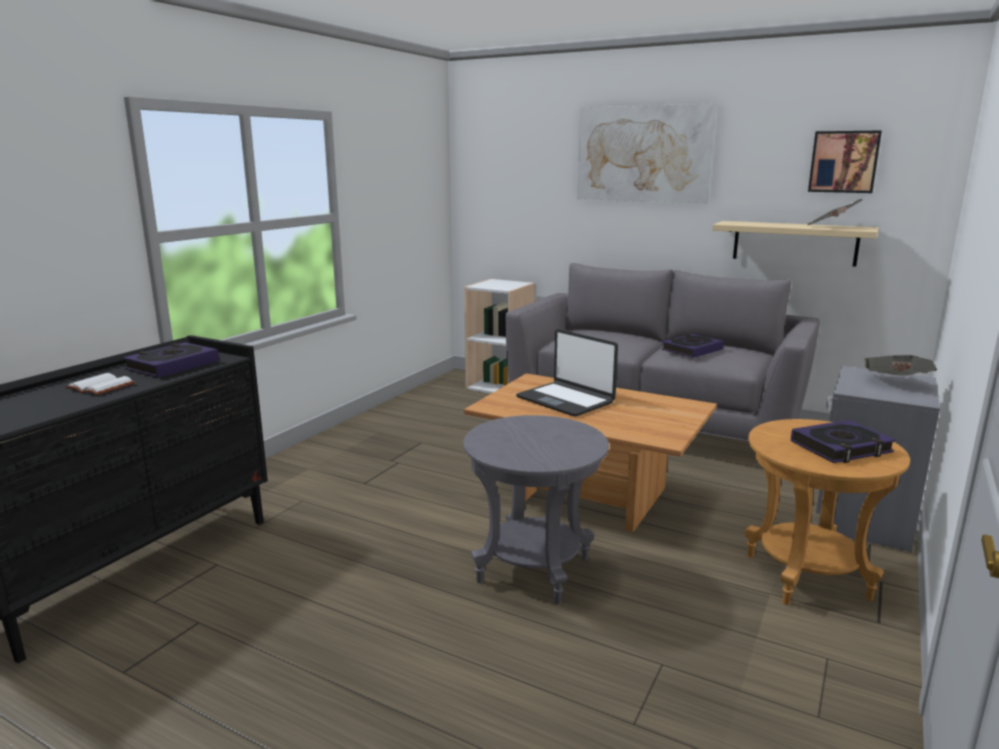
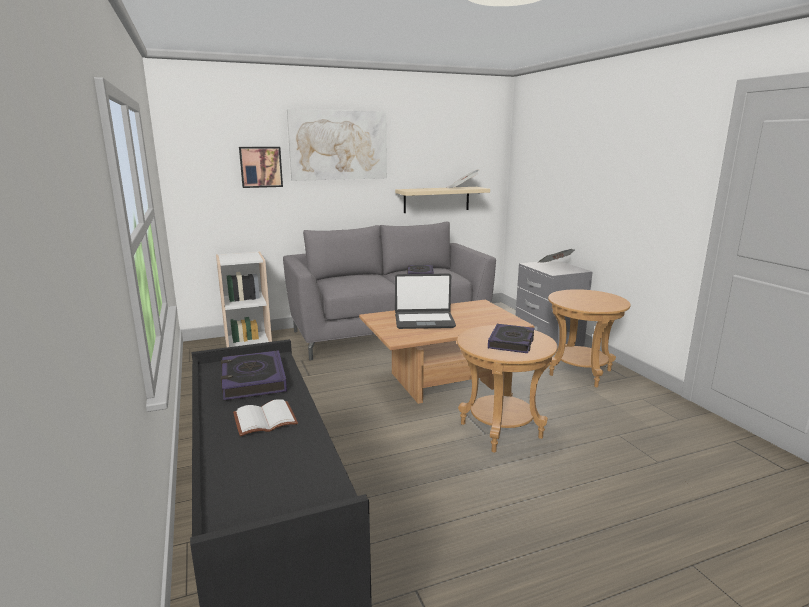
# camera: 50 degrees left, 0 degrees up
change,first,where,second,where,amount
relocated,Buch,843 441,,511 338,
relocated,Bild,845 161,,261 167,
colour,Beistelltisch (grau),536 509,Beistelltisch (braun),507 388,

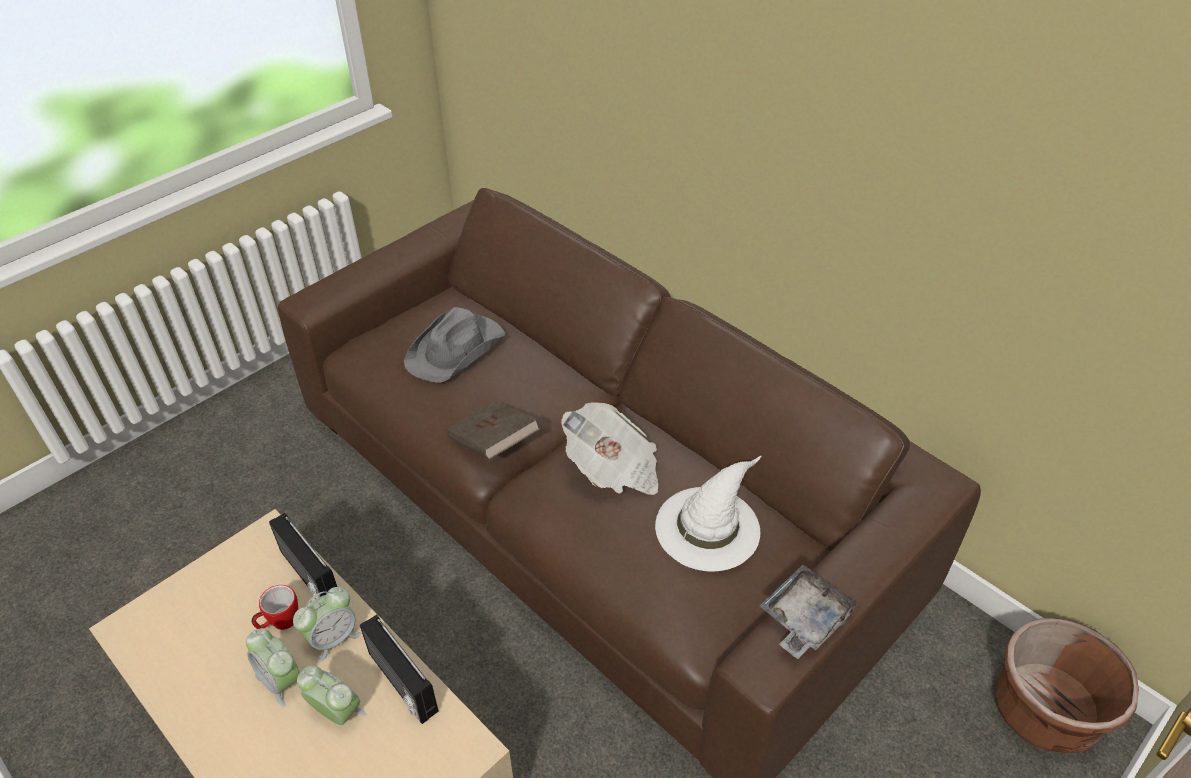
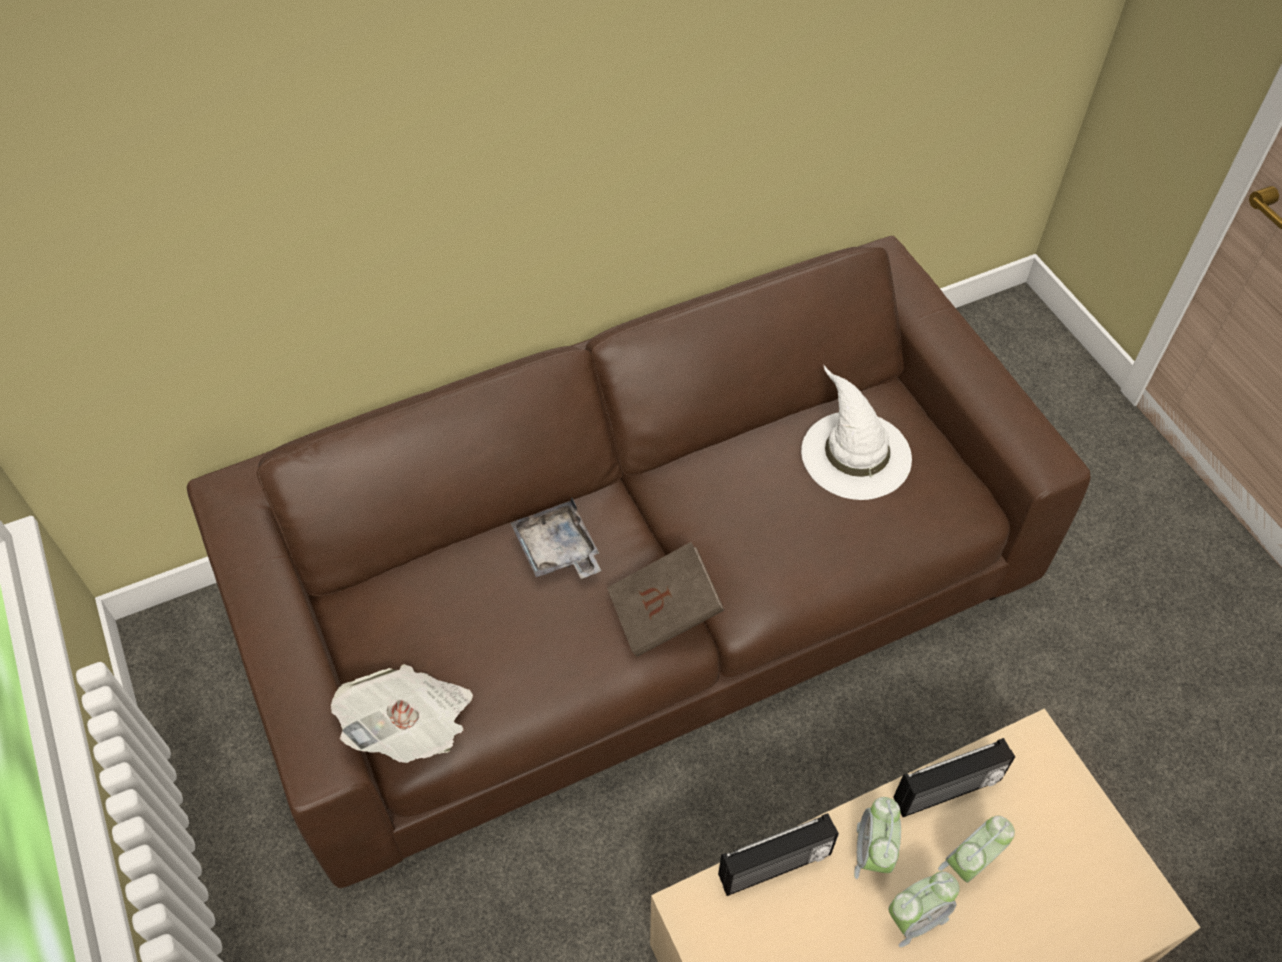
# camera: 70 degrees left, 10 degrees up
change,first,where,second,where,amount
missing,Henkelbecher,275 607,,,
missing,Hut (grau),454 345,,,
missing,Pflanzkübel (braun),1067 685,,,
relocated,Zeitung,609 448,,402 713,
relocated,Tablett (grau),810 611,,556 538,
spun,Wecker,327 624,,877 838,150 degrees counterclockwise

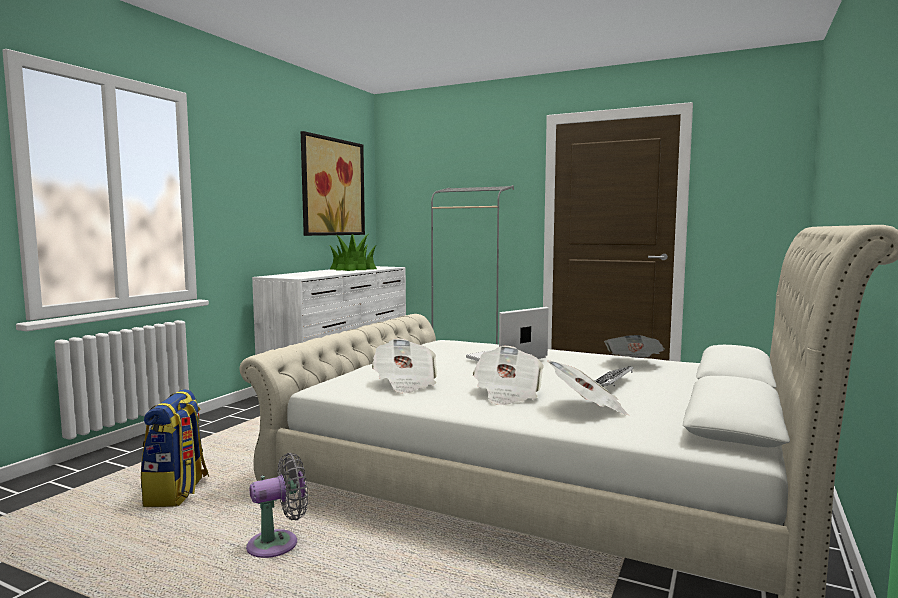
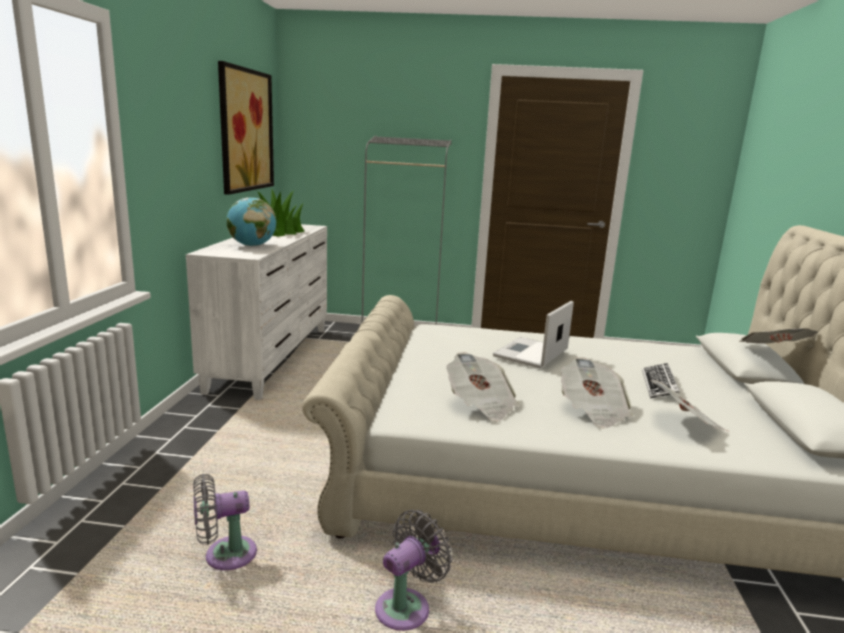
# camera: 20 degrees left, 10 degrees up
change,first,where,second,where,amount
appeared,,,Globus,251 221,
relocated,Zeitung,634 346,,779 336,
exchanged,Rucksack,175 448,Ventilator (grau),225 522,

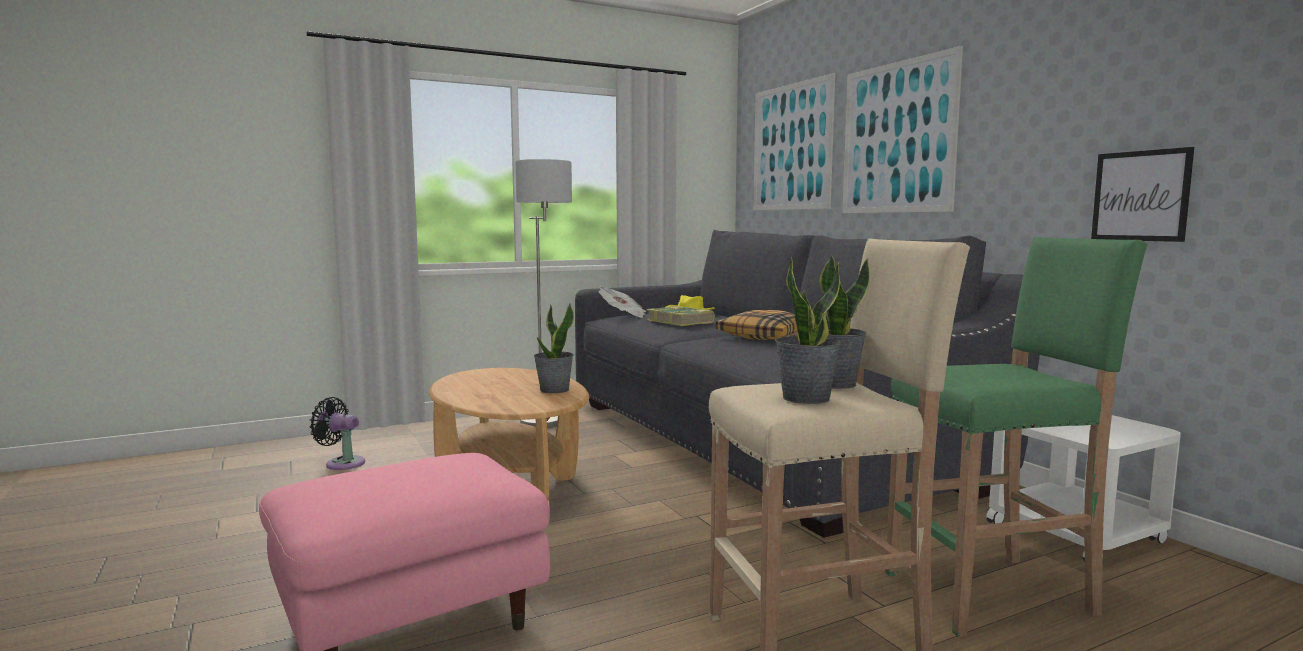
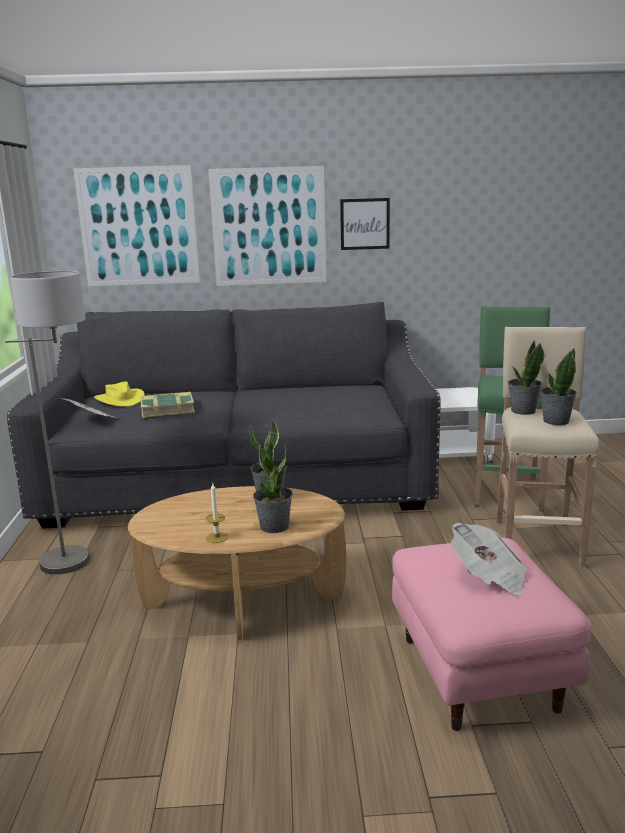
# camera: 65 degrees left, 10 degrees up
change,first,where,second,where,amount
missing,Ventilator (schwarz),337 433,,,
missing,Kissen,757 325,,,
appeared,,,Kerze,217 513,
appeared,,,Topfpflanze,273 488,
appeared,,,Zeitung,489 559,
relocated,Bild,1142 194,,365 224,

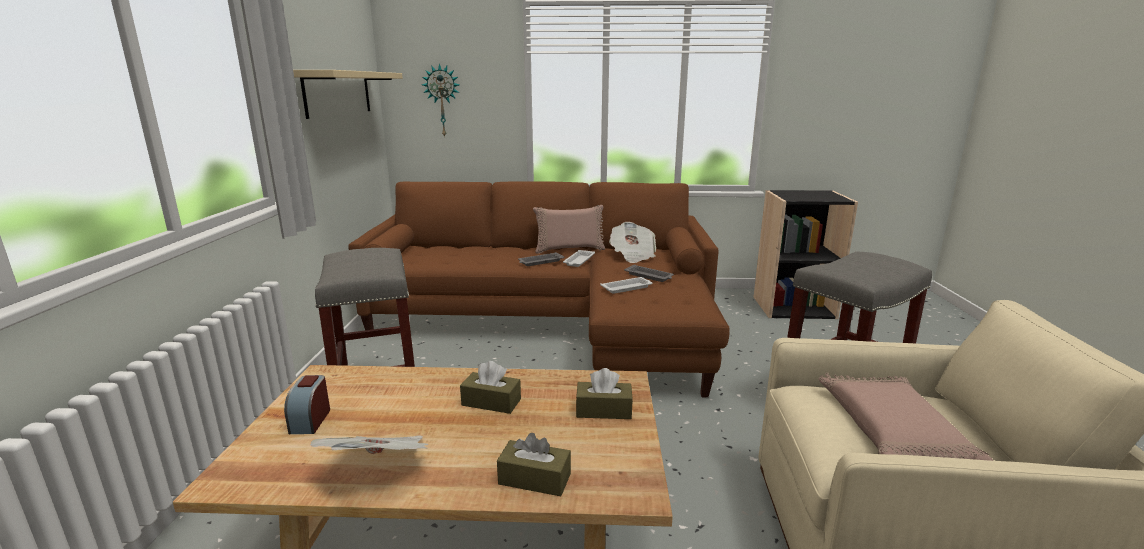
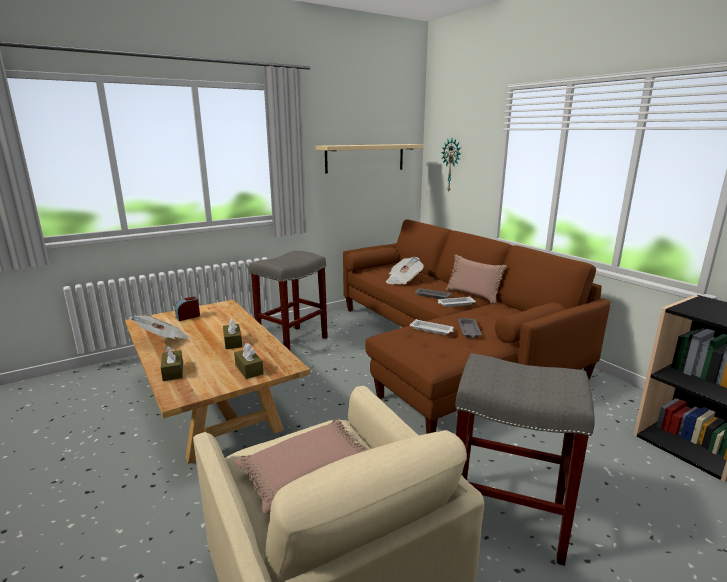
# camera: 55 degrees right, 0 degrees up
change,first,where,second,where,amount
relocated,Zeitung,632 242,,405 271,

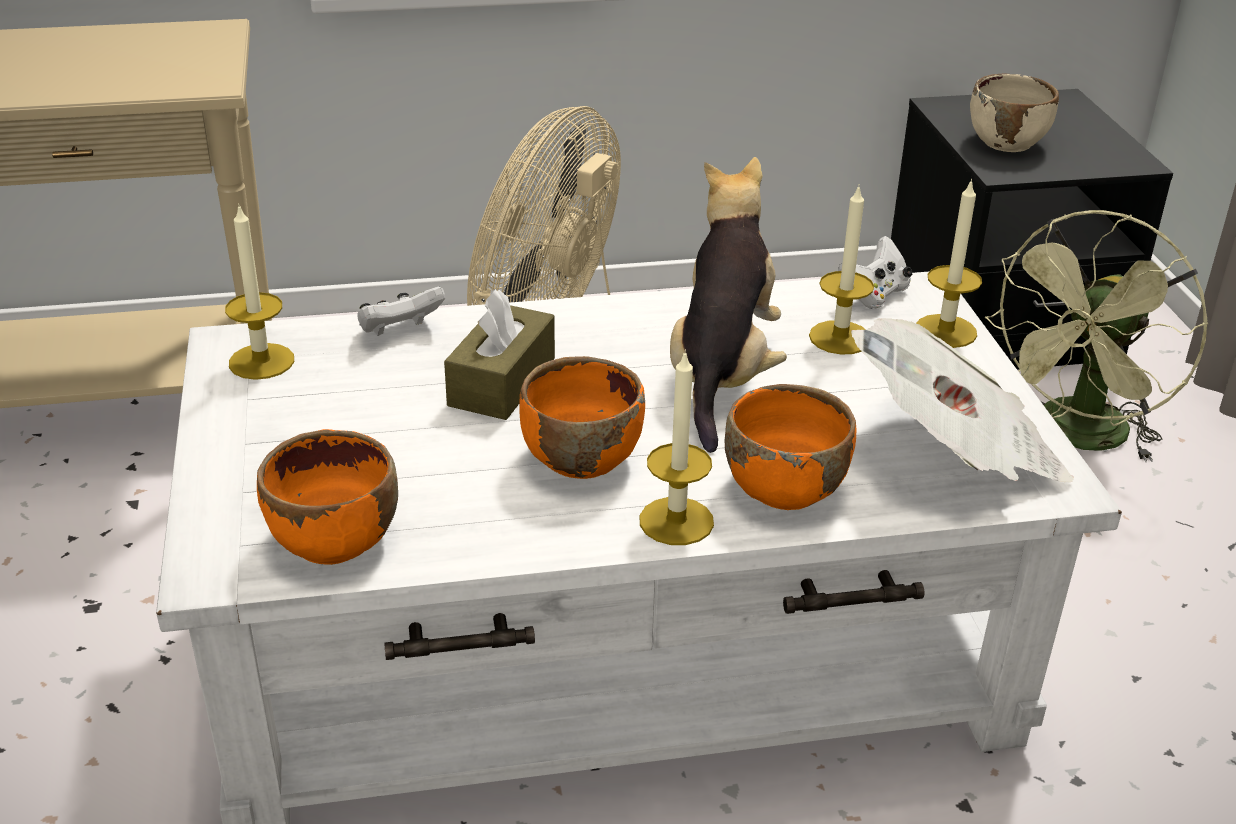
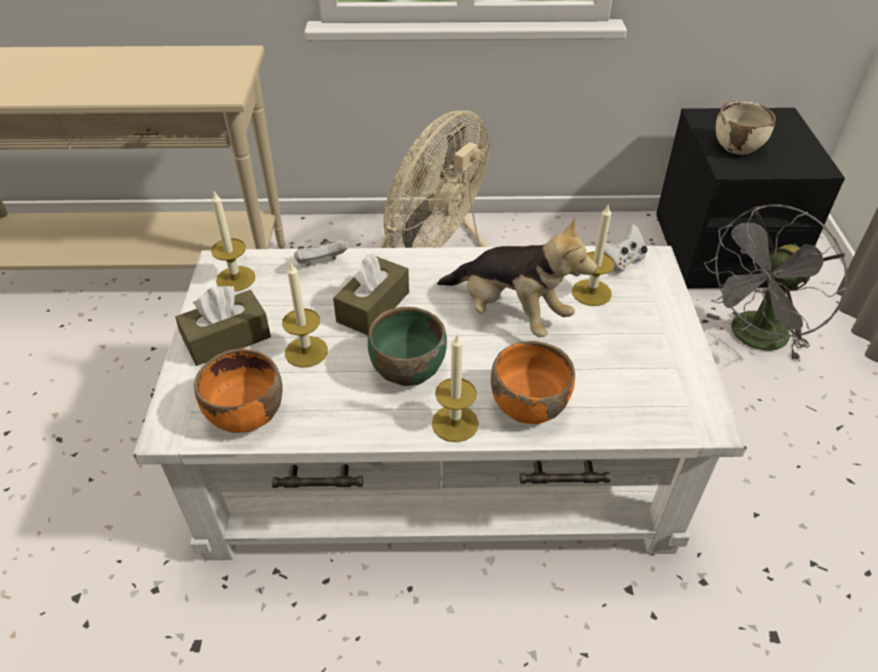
# camera: 10 degrees right, 10 degrees up
change,first,where,second,where,amount
missing,Zeitung,962 400,,,
appeared,,,Taschentuchbox (braun),223 326,
relocated,Kerze,949 263,,305 314,
colour,Schüssel (orange),582 417,Schüssel (grün),407 346,
colour,Ventilator (grün),1096 336,Ventilator (grau),775 283,
spun,Plüschtier,728 305,,517 277,105 degrees clockwise

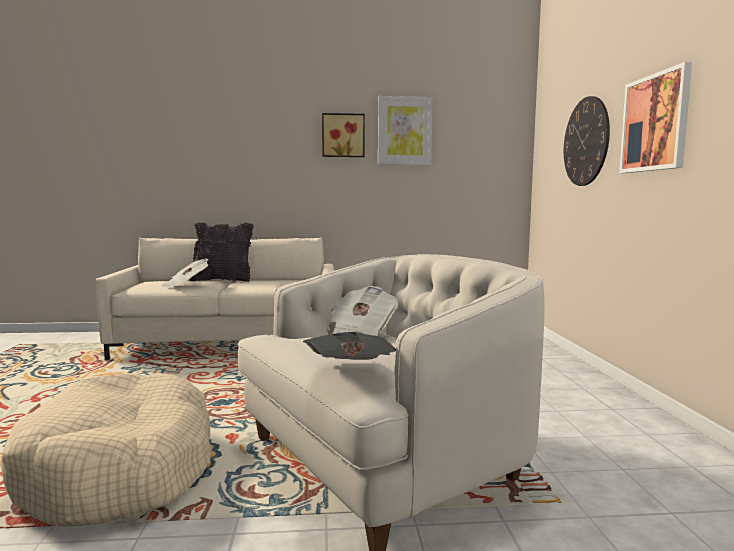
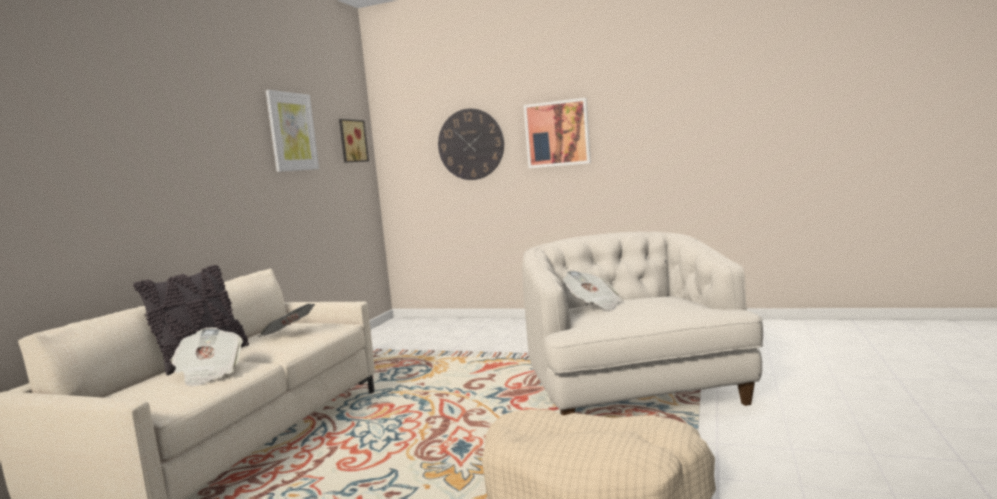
# camera: 65 degrees left, 0 degrees up
change,first,where,second,where,amount
relocated,Zeitung,349 346,,286 320,
relocated,Bild,343 135,,354 141,

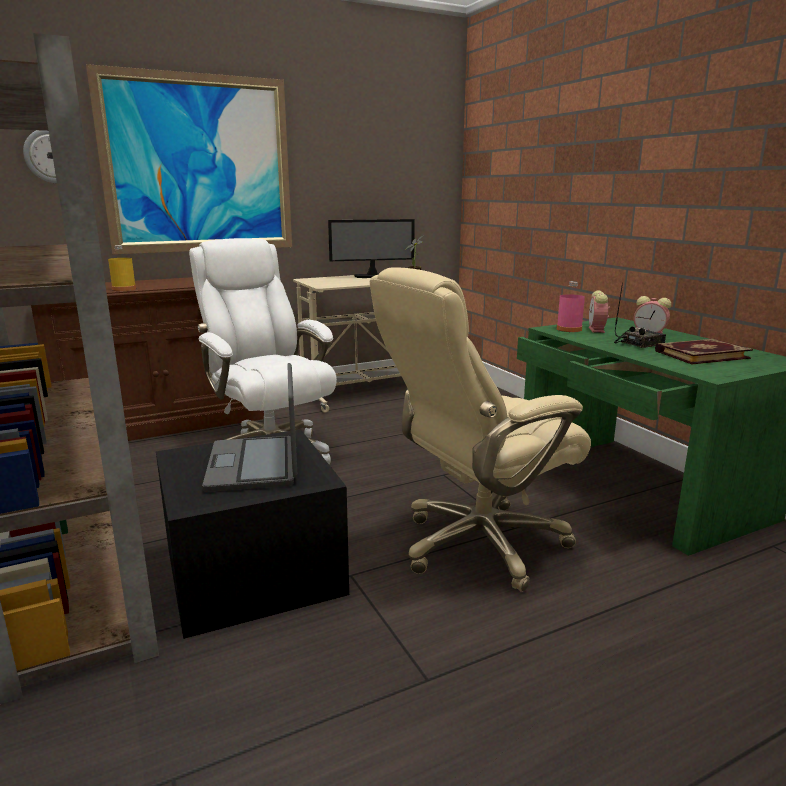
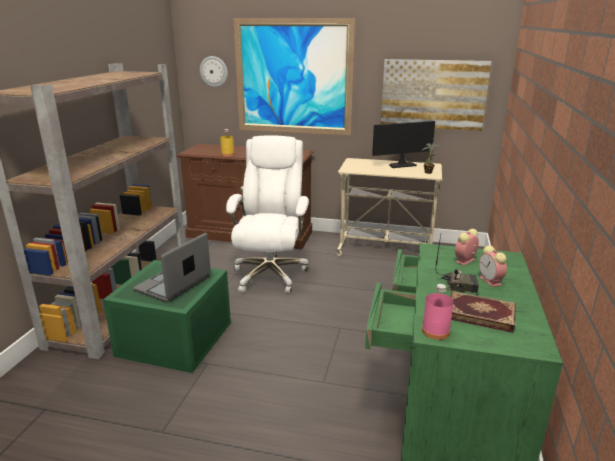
# camera: 40 degrees right, 5 degrees up
change,first,where,second,where,amount
missing,Bürostuhl (beige),480 429,,,
appeared,,,Bild,436 95,
relocated,Flasche (rosa),571 306,,438 312,
colour,Aufbewahrungsbox (schwarz),252 534,Aufbewahrungsbox (grün),167 316,
spun,Monitor,371 248,,403 144,135 degrees clockwise

